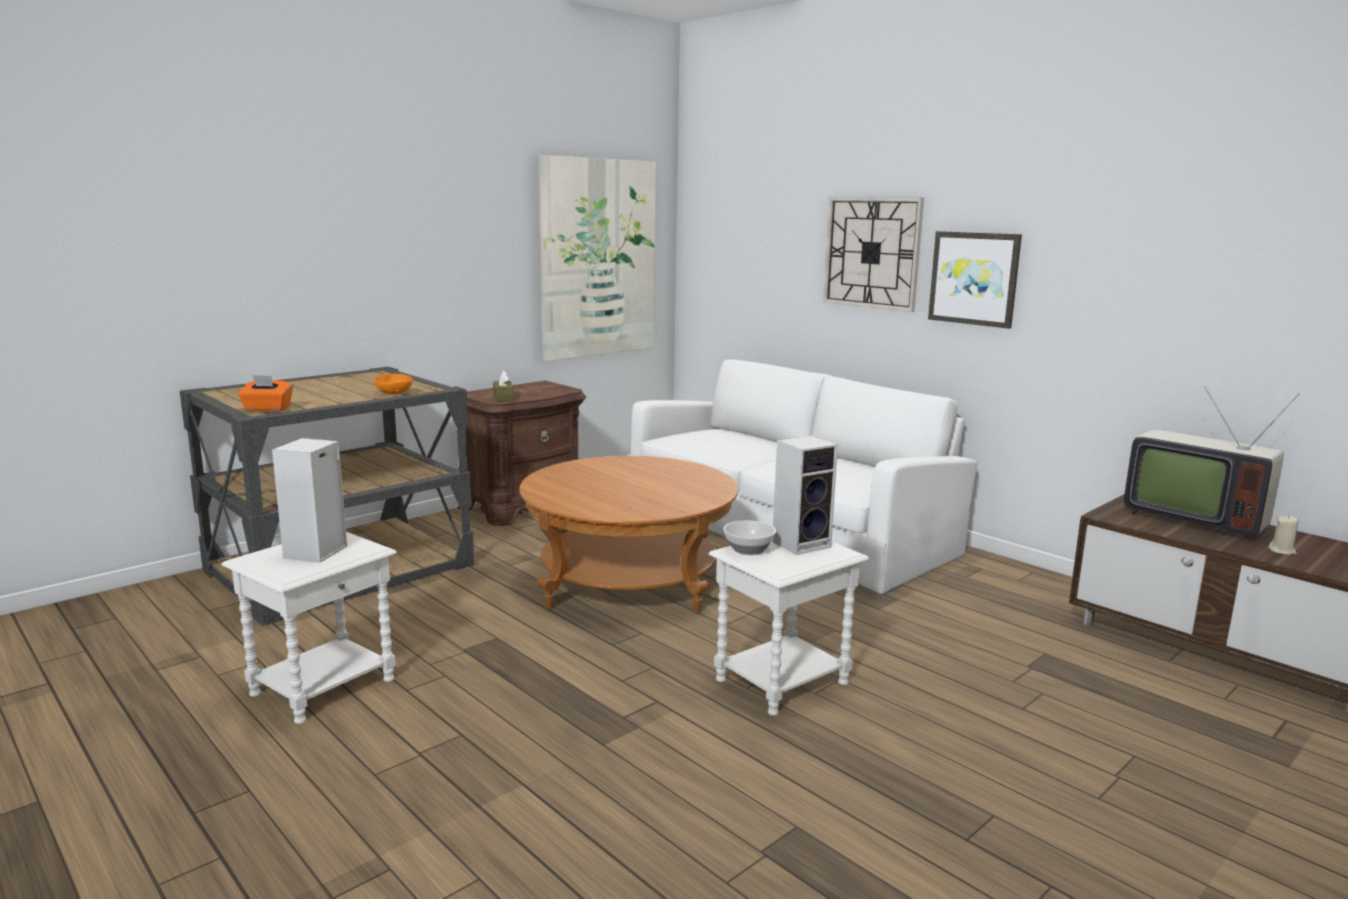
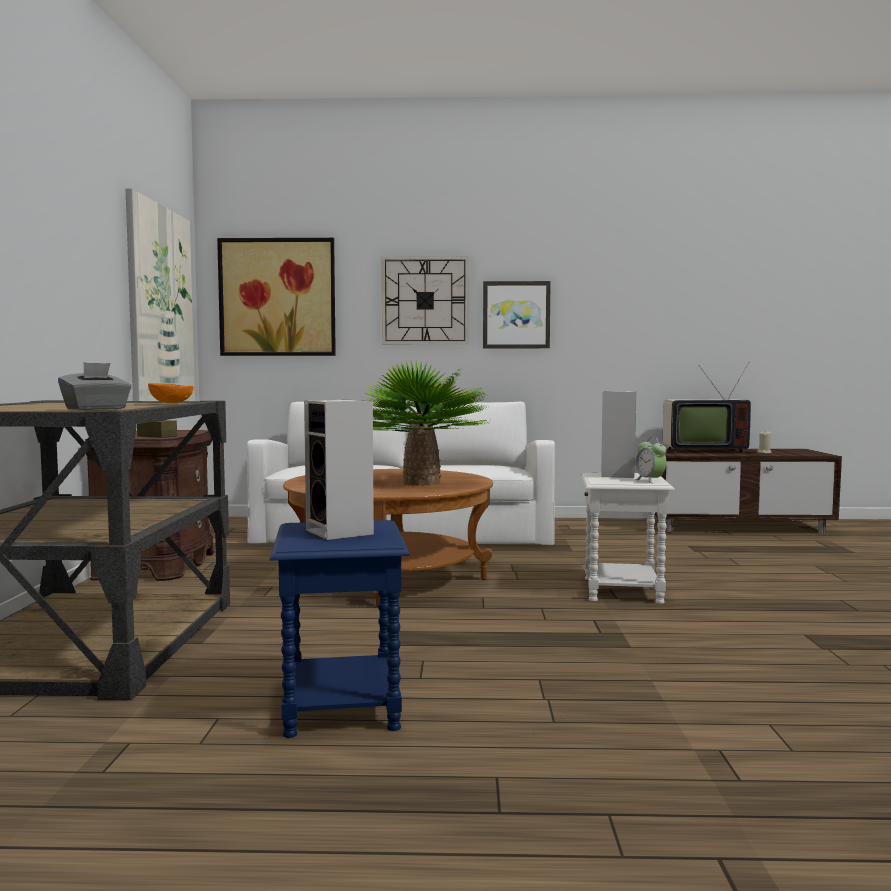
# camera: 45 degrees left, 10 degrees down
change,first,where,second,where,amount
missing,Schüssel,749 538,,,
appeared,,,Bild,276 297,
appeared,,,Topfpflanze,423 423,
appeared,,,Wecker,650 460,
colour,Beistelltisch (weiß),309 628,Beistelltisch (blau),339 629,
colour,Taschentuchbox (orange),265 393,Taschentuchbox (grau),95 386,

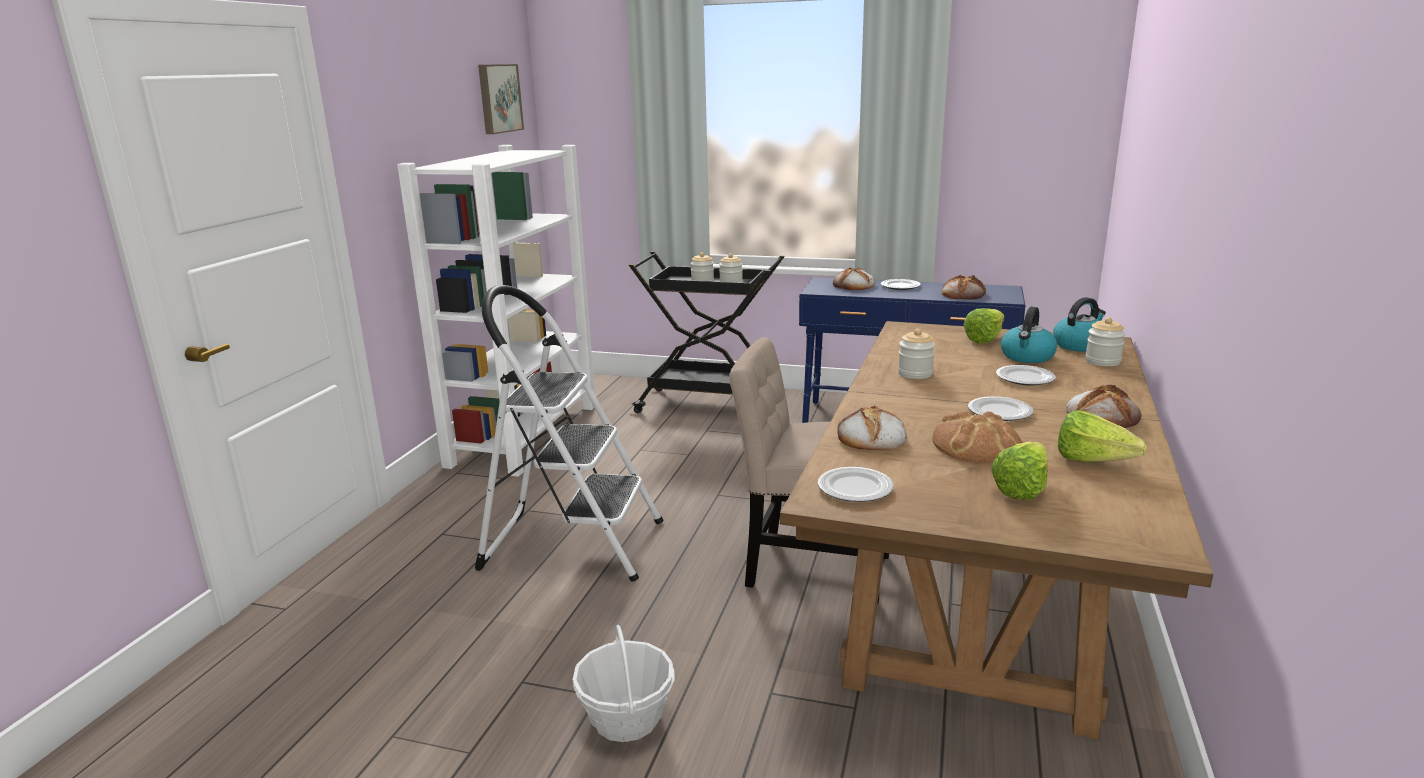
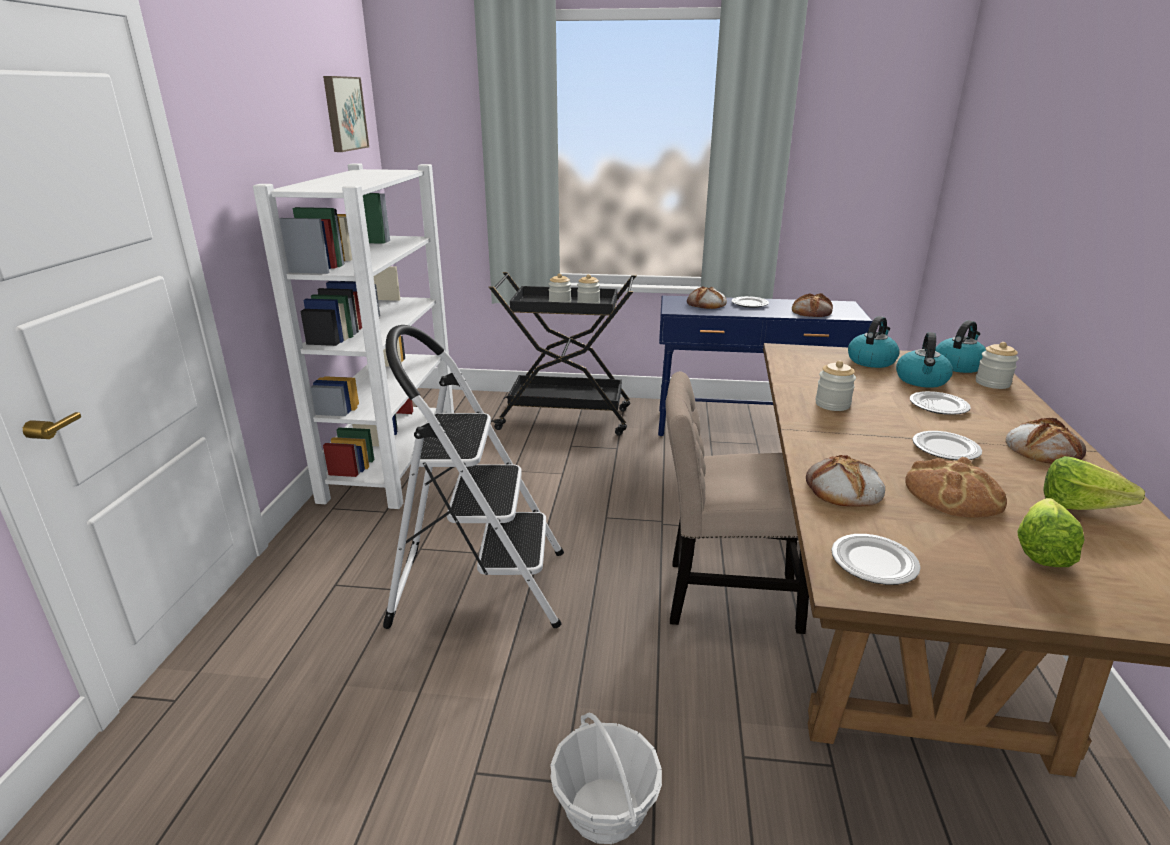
# camera: 10 degrees left, 5 degrees up
change,first,where,second,where,amount
exchanged,Salatkopf,984 326,Wasserkessel,874 342,

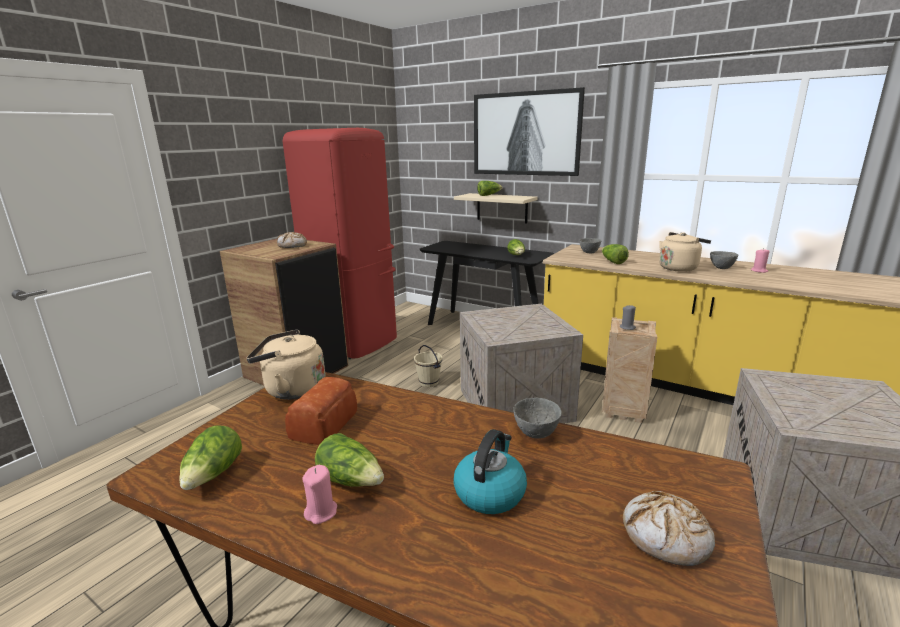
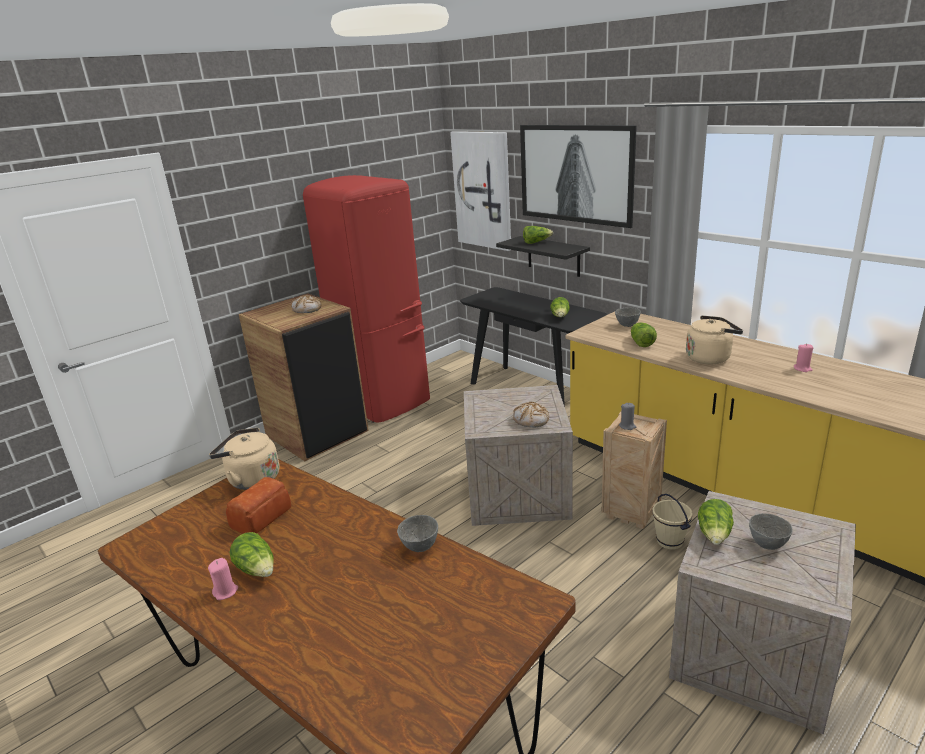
# camera: 15 degrees right, 5 degrees up
change,first,where,second,where,amount
missing,Wasserkessel,490 471,,,
appeared,,,Bild,480 191,
relocated,Salatkopf,210 458,,716 522,
relocated,Eimer (beige),428 366,,672 522,
relocated,Brot,669 528,,531 414,
relocated,Schüssel (grau),724 260,,771 531,
colour,Wandregal (beige),496 208,Wandregal (schwarz),543 256,

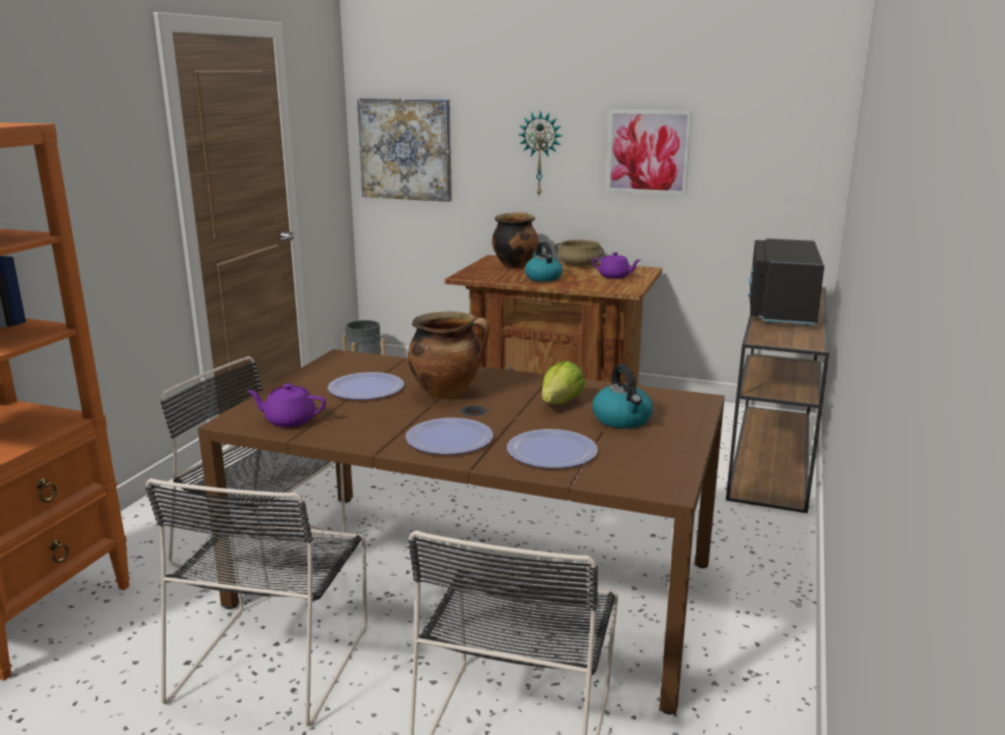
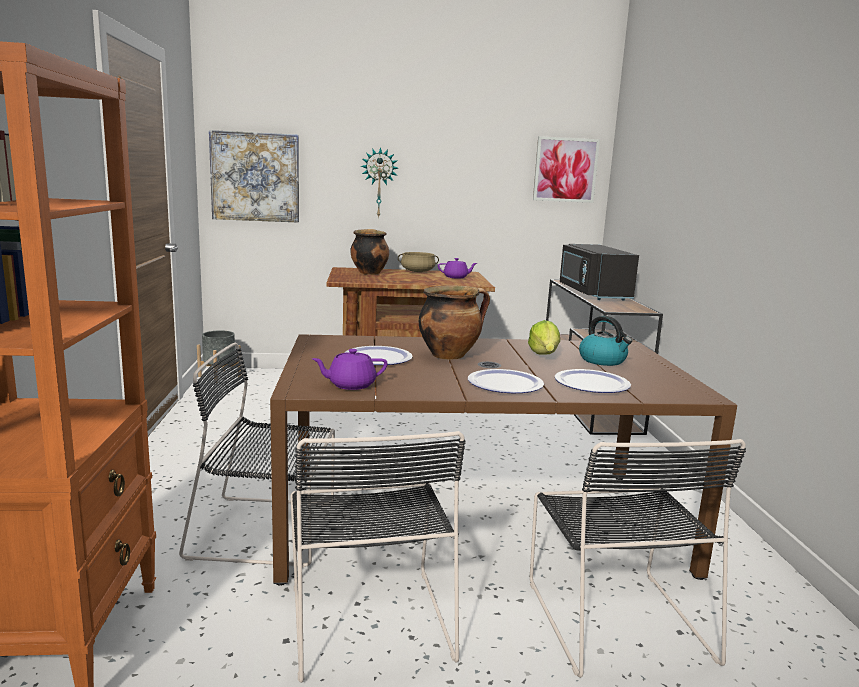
# camera: 25 degrees left, 5 degrees down
change,first,where,second,where,amount
missing,Wasserkessel,544 262,,,
relocated,Bild,649 152,,566 169,

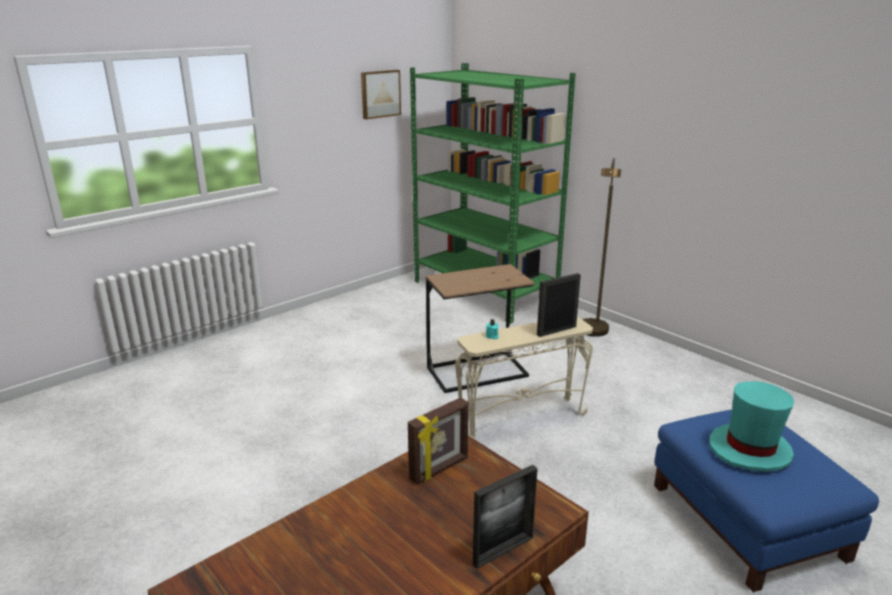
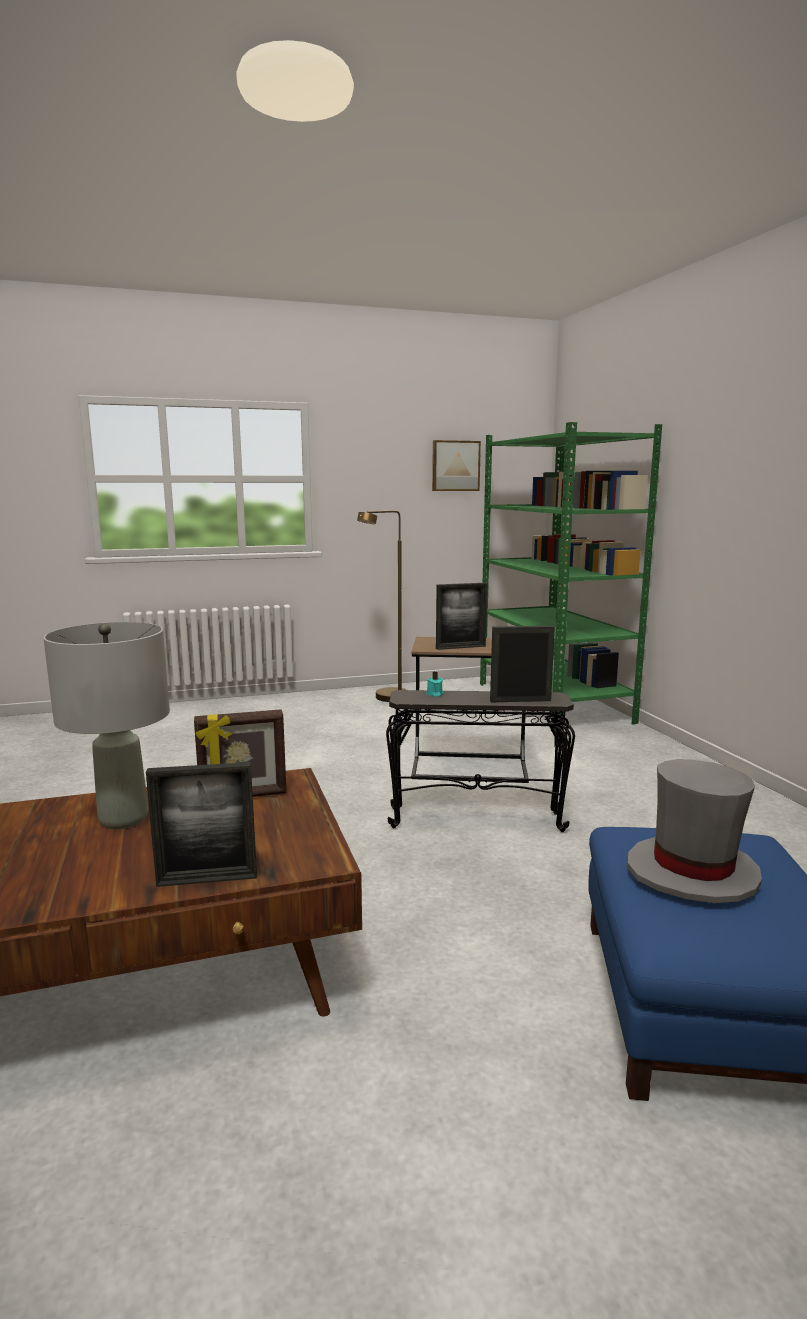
# camera: 25 degrees right, 10 degrees down
change,first,where,second,where,amount
appeared,,,Tischlampe (grau),106 725,
appeared,,,Bilderrahmen,461 616,
relocated,Stehlampe (braun),601 247,,381 606,
colour,Beistelltisch (beige),524 378,Beistelltisch (schwarz),480 761,
colour,Hut (türkis),751 426,Hut (grau),694 831,

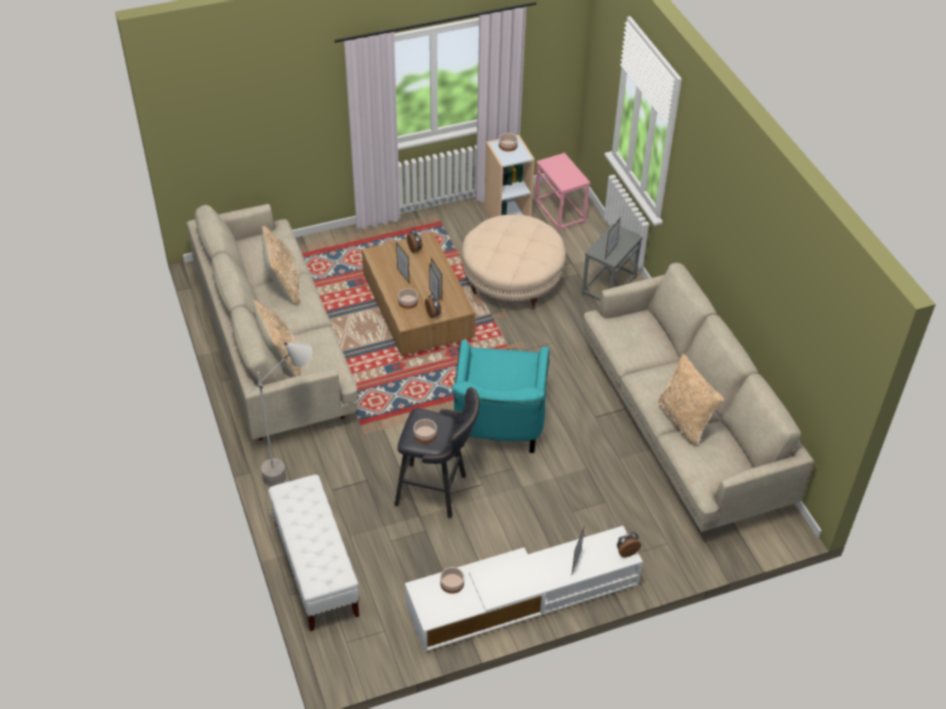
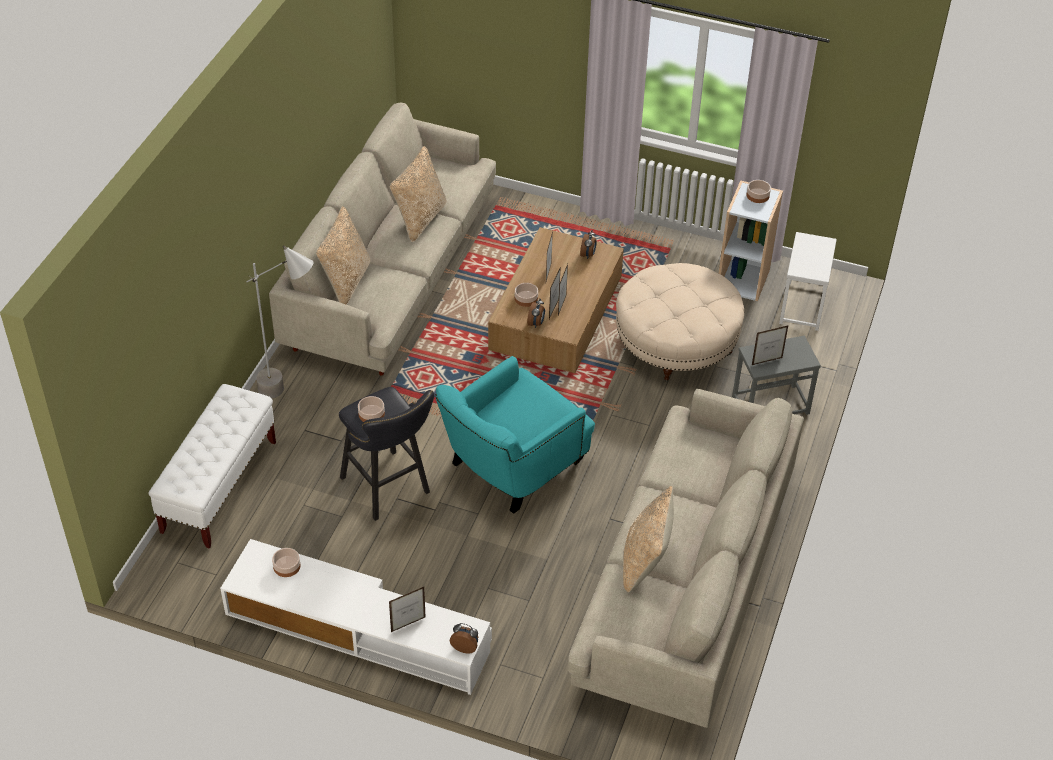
# camera: 40 degrees right, 0 degrees up
change,first,where,second,where,amount
colour,Beistelltisch (rosa),562 192,Beistelltisch (weiß),808 281,

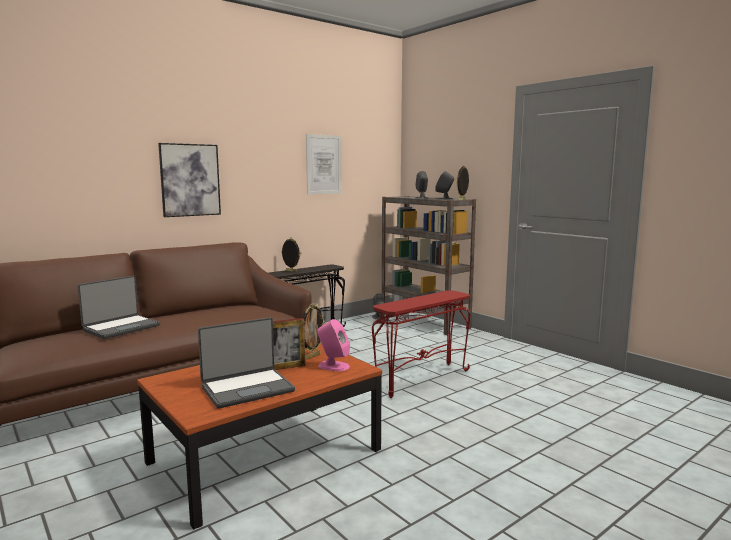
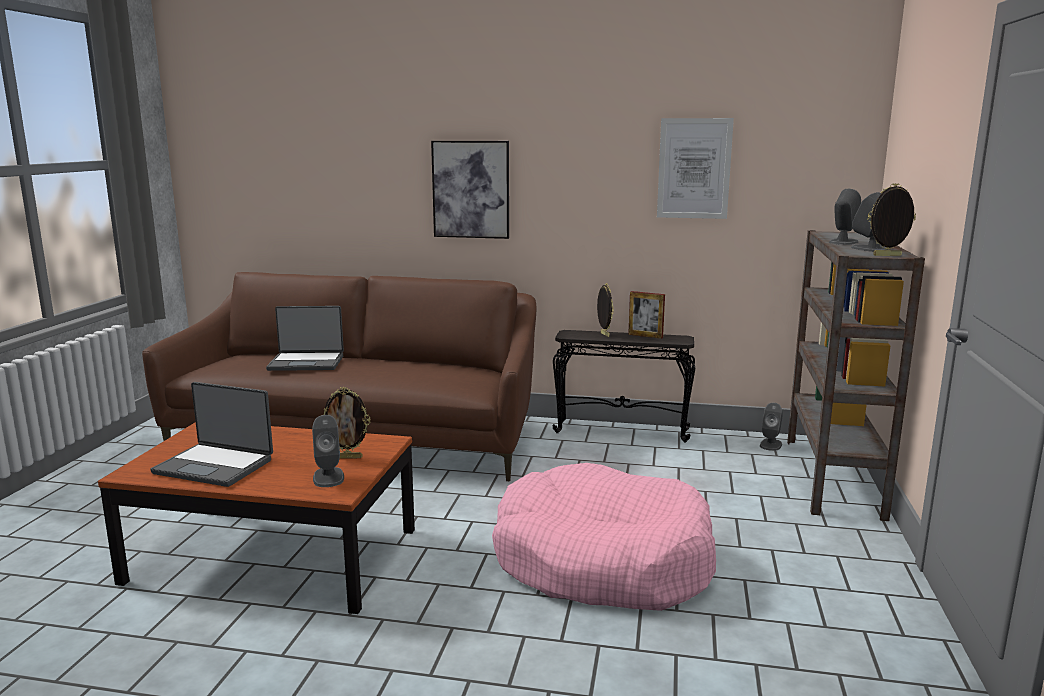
# camera: 50 degrees right, 5 degrees up
change,first,where,second,where,amount
relocated,Bilderrahmen,289 344,,646 315,
exchanged,Beistelltisch (rot),421 344,Hundebett (rosa),604 537,
colour,Lautsprecher (rosa),333 345,Lautsprecher (grau),328 451,

